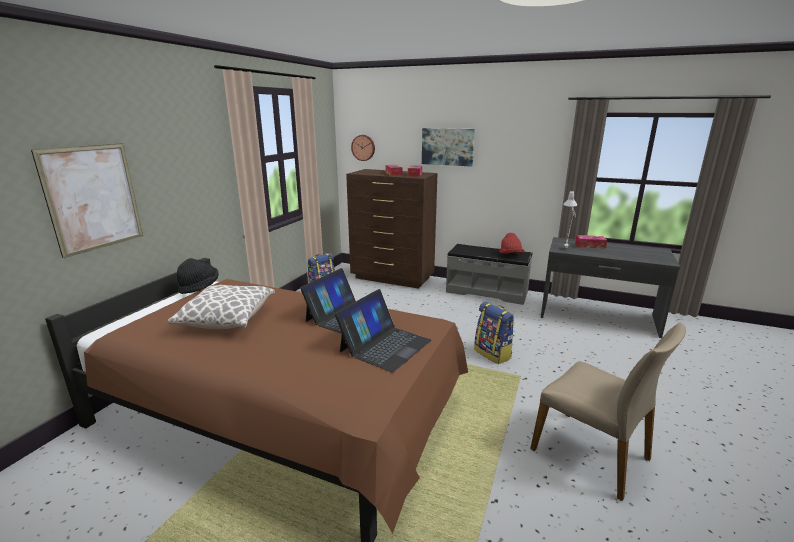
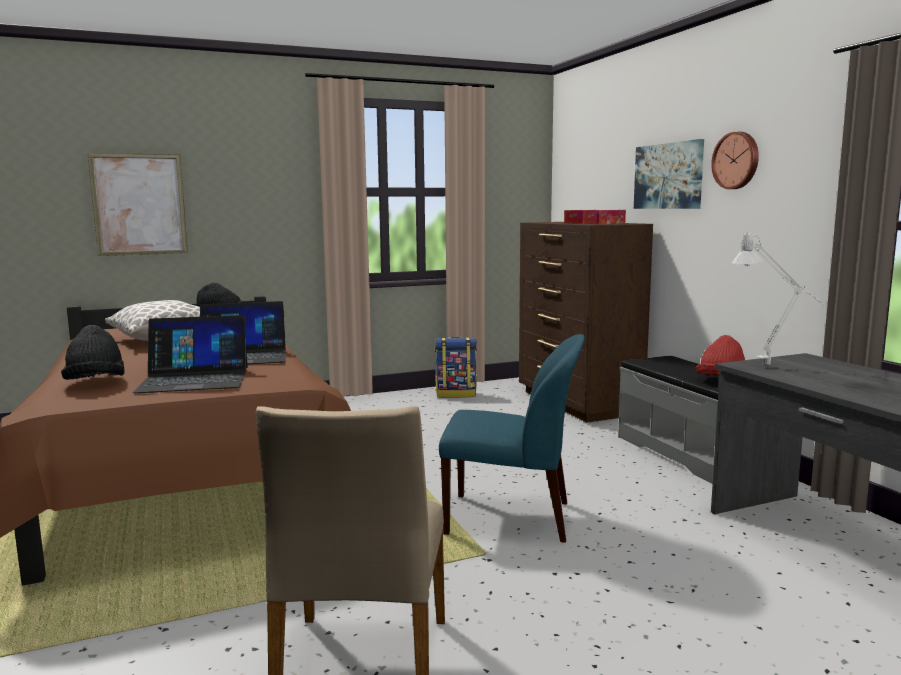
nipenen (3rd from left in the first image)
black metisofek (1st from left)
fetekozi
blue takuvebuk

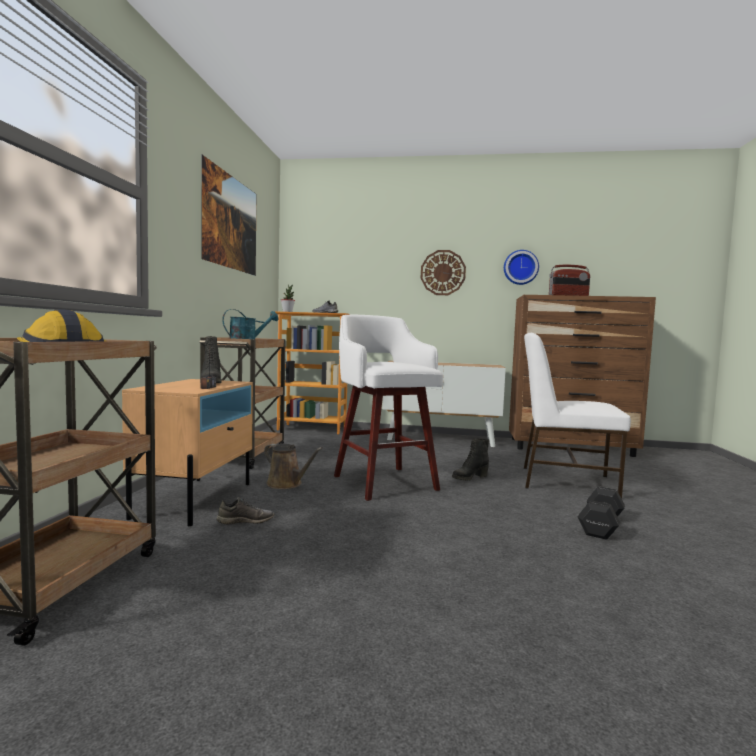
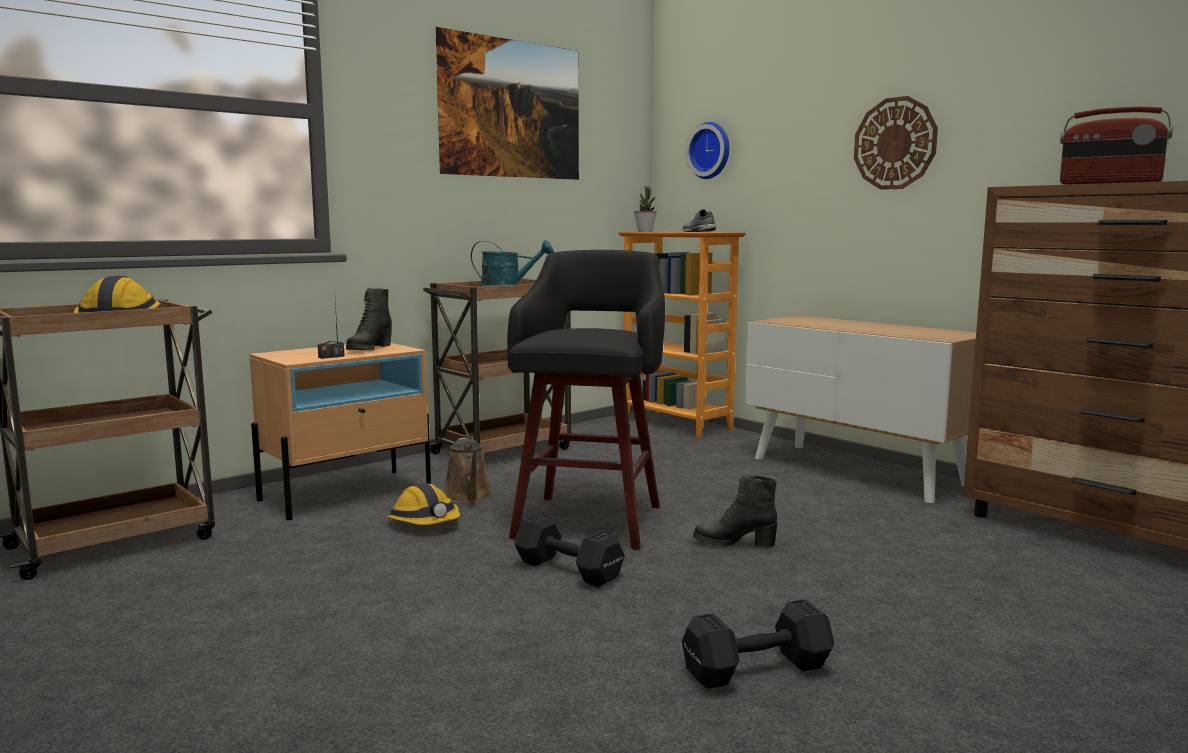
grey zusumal (1st from left in the first image)
white takuvebuk
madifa (2nd from left)
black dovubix (1st from left)
fetekozi (1st from left)
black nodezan

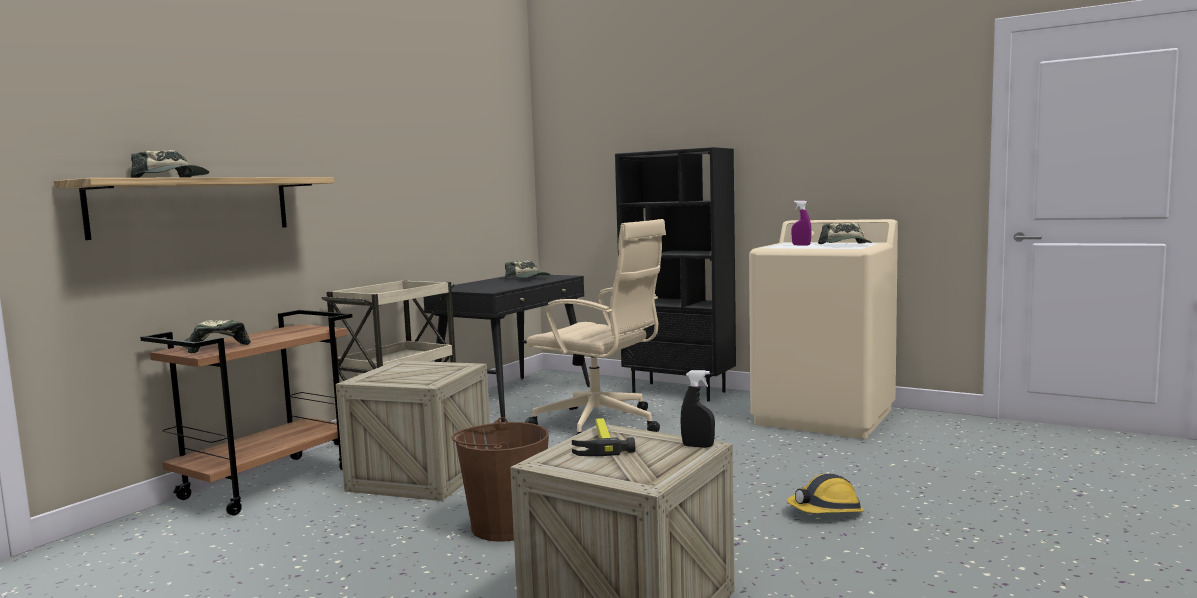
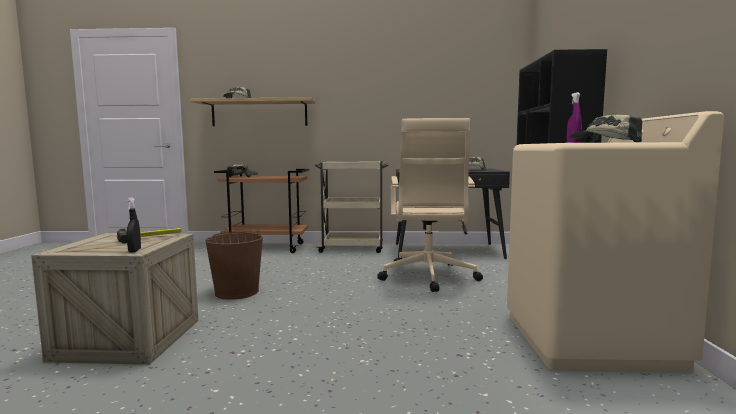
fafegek (1st from left in the first image)
madifa

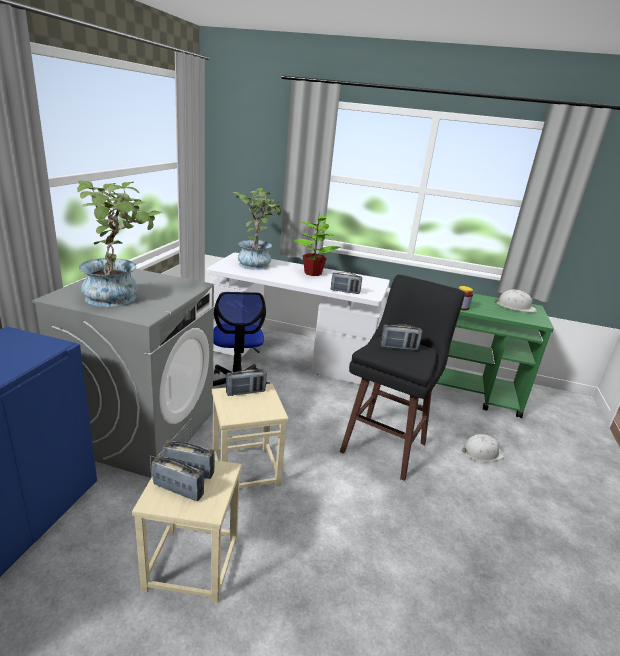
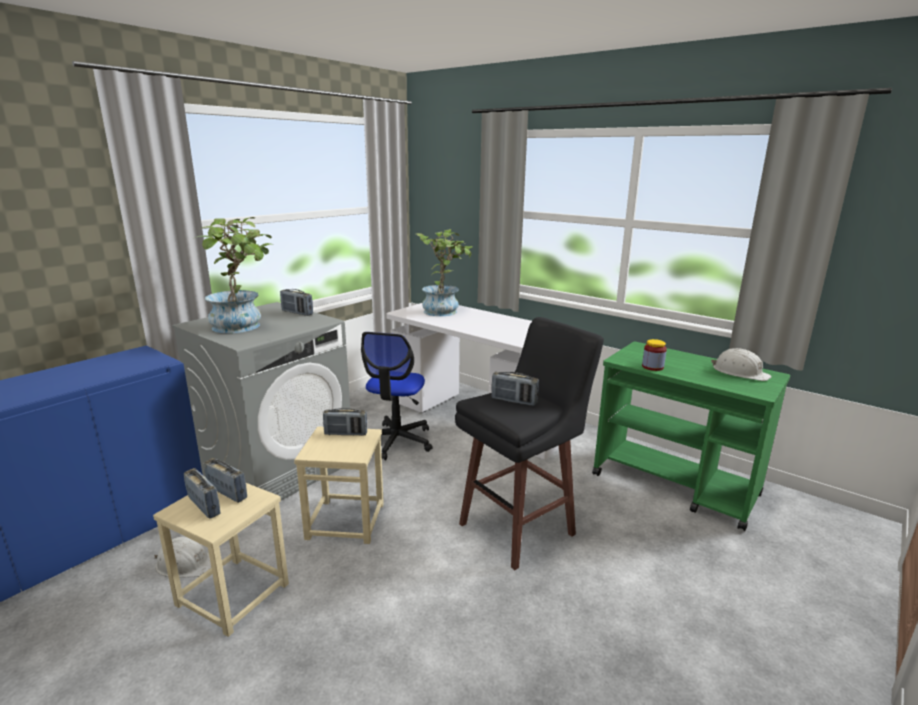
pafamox (3rd from left in the first image)
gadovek (3rd from left)
white madifa (1st from left)

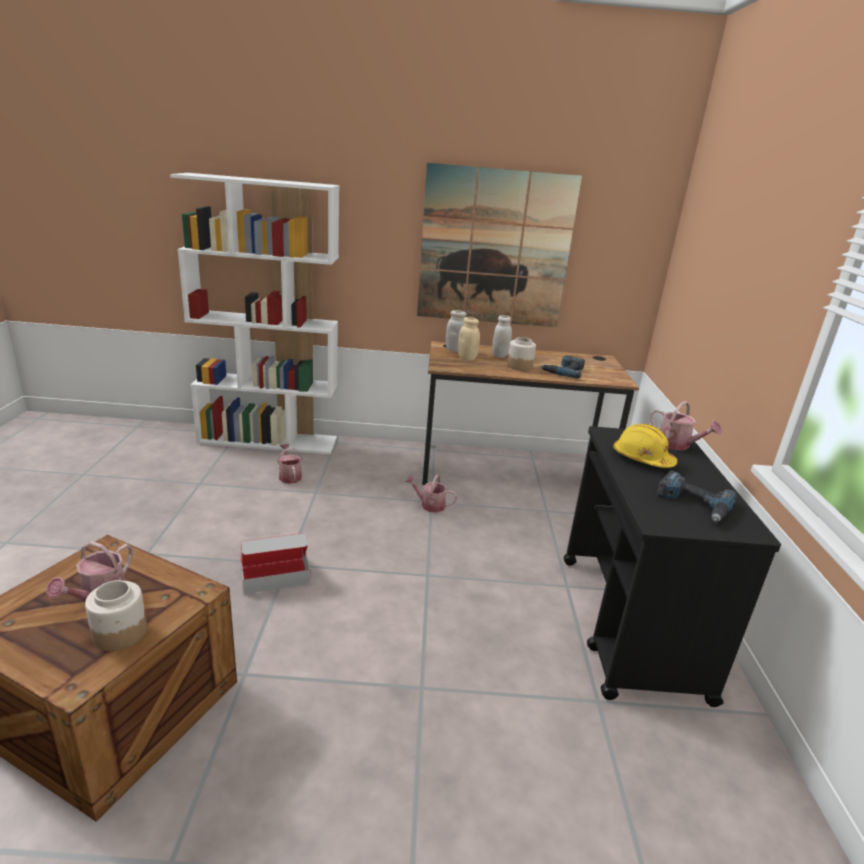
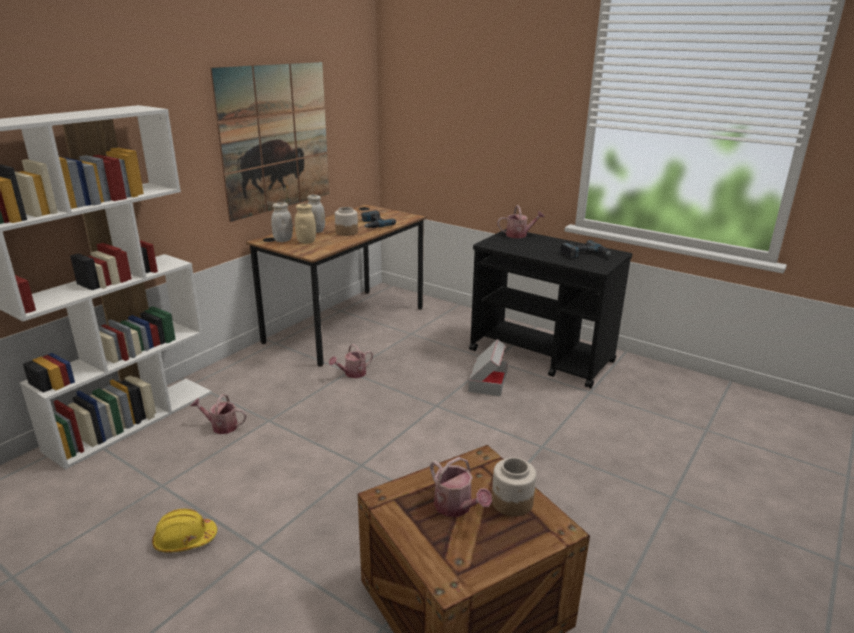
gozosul
yellow madifa

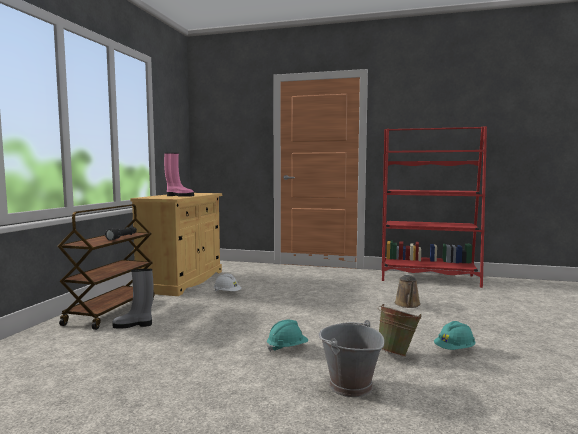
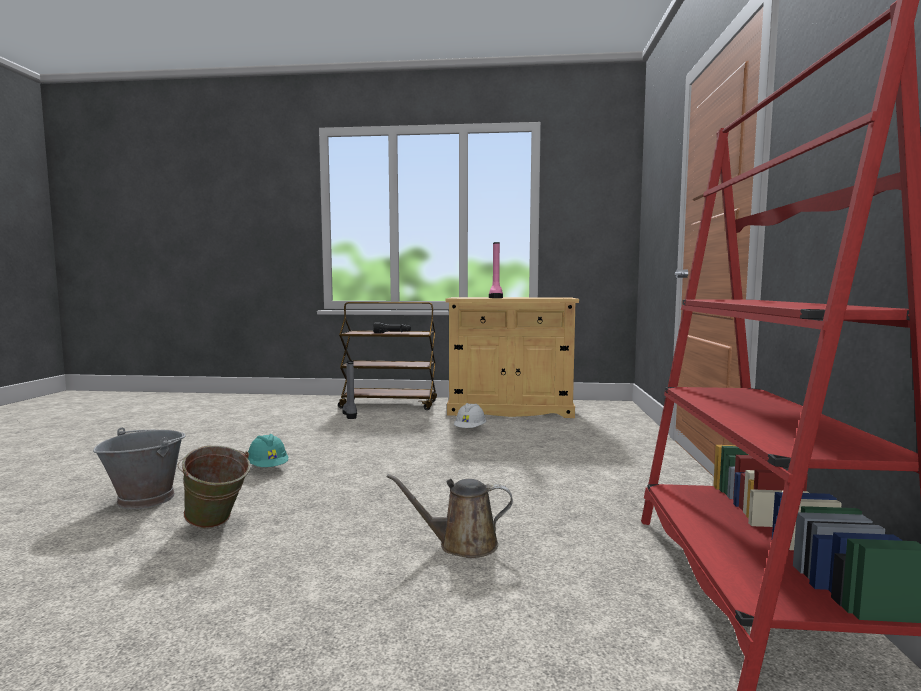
turquoise madifa (2nd from left in the first image)

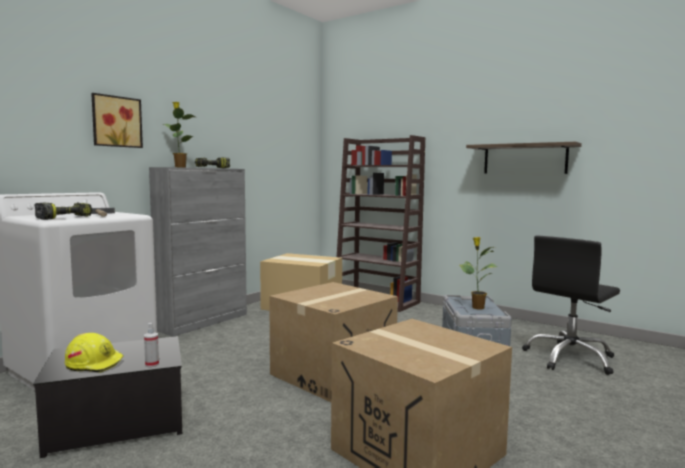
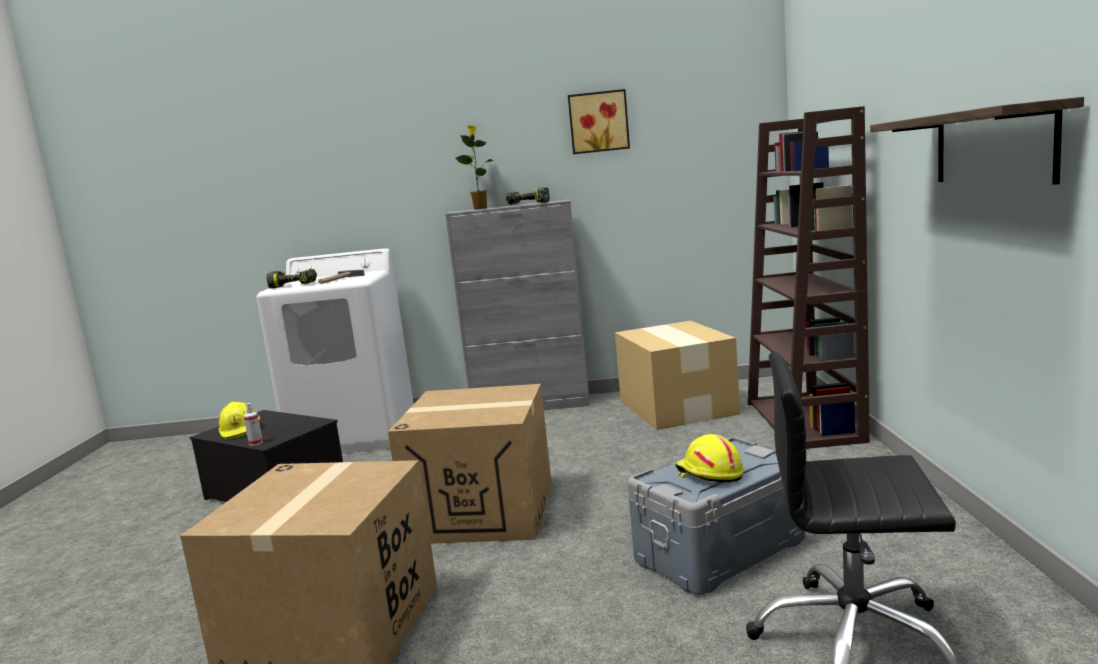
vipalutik
yellow madifa (2nd from left)

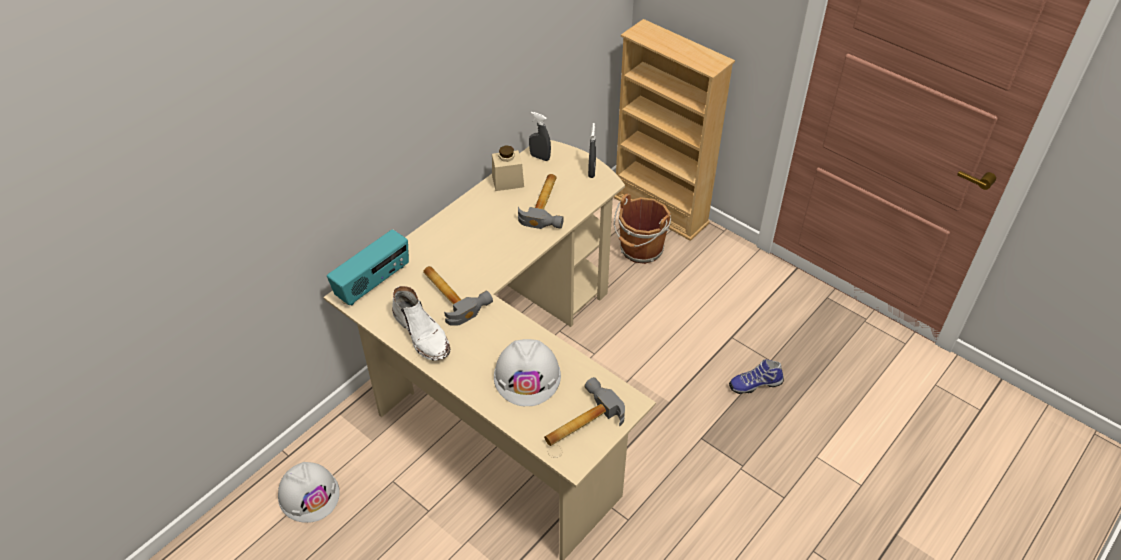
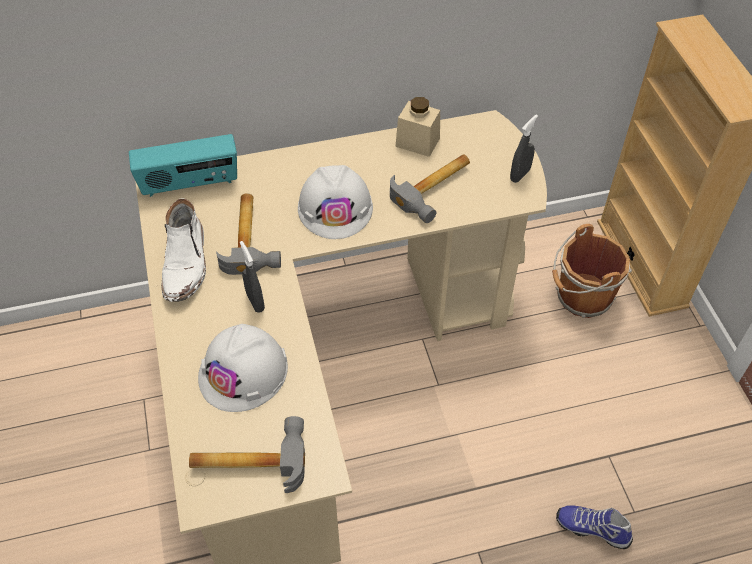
white madifa (2nd from left)
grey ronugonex (1st from left)

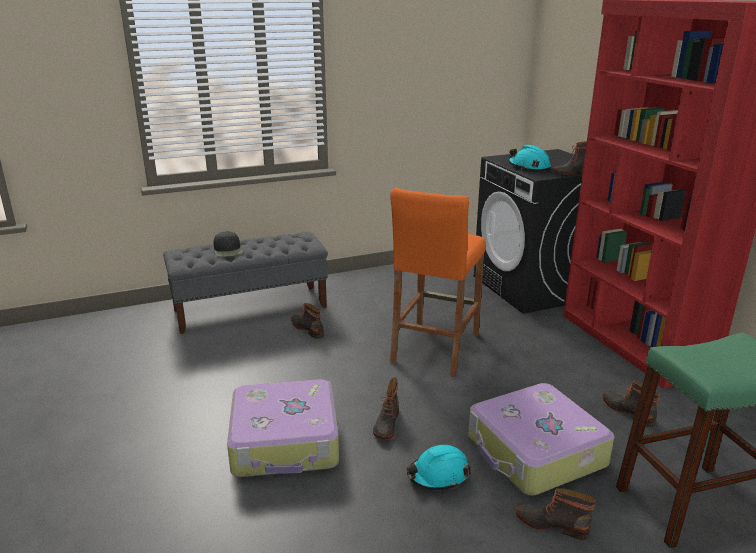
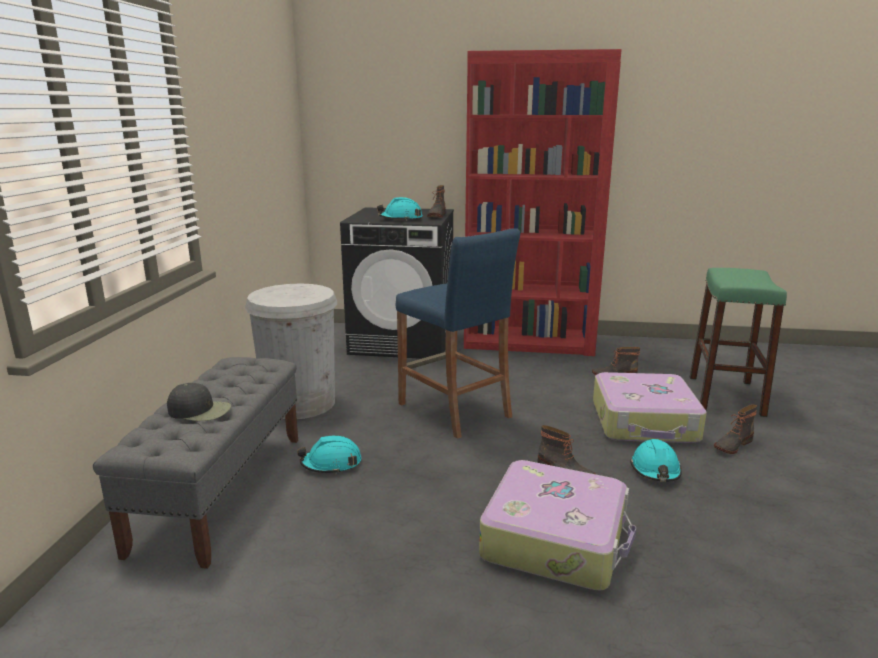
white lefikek
turquoise madifa (1st from left)
blue nodezan

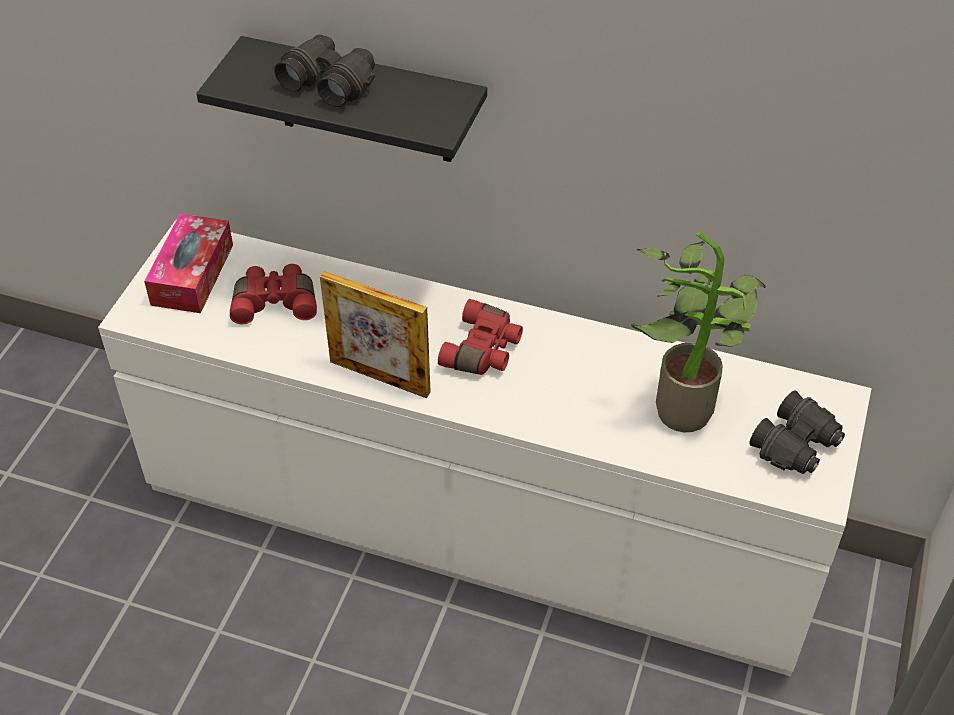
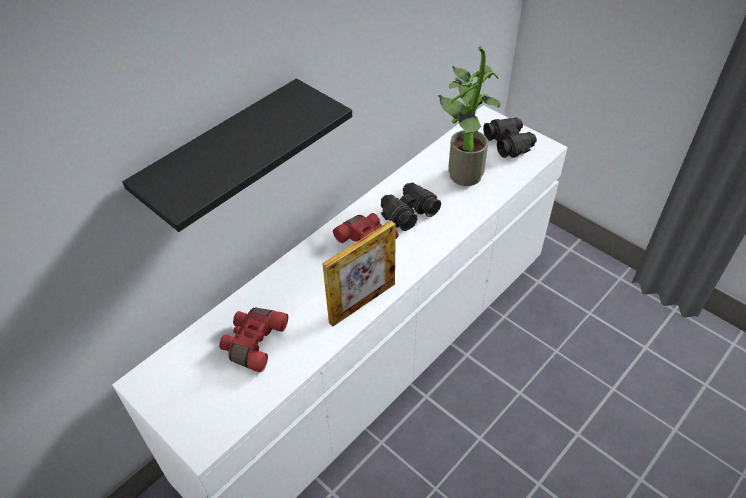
nipenen
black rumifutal (1st from left)

